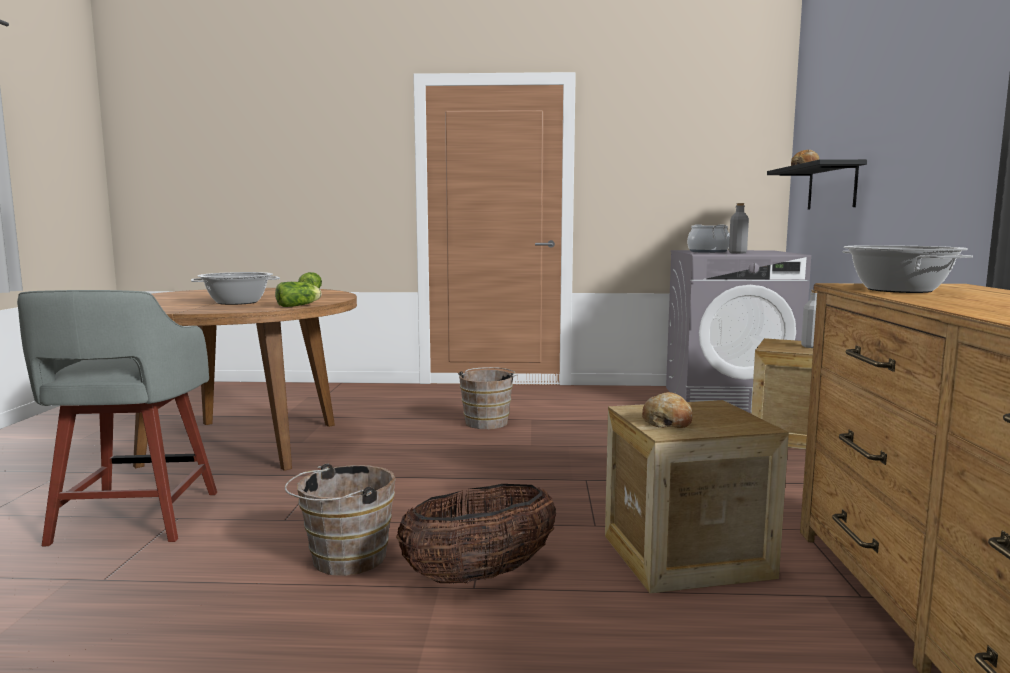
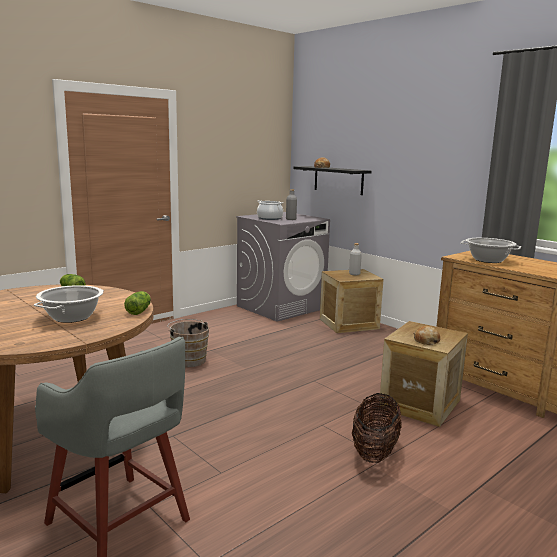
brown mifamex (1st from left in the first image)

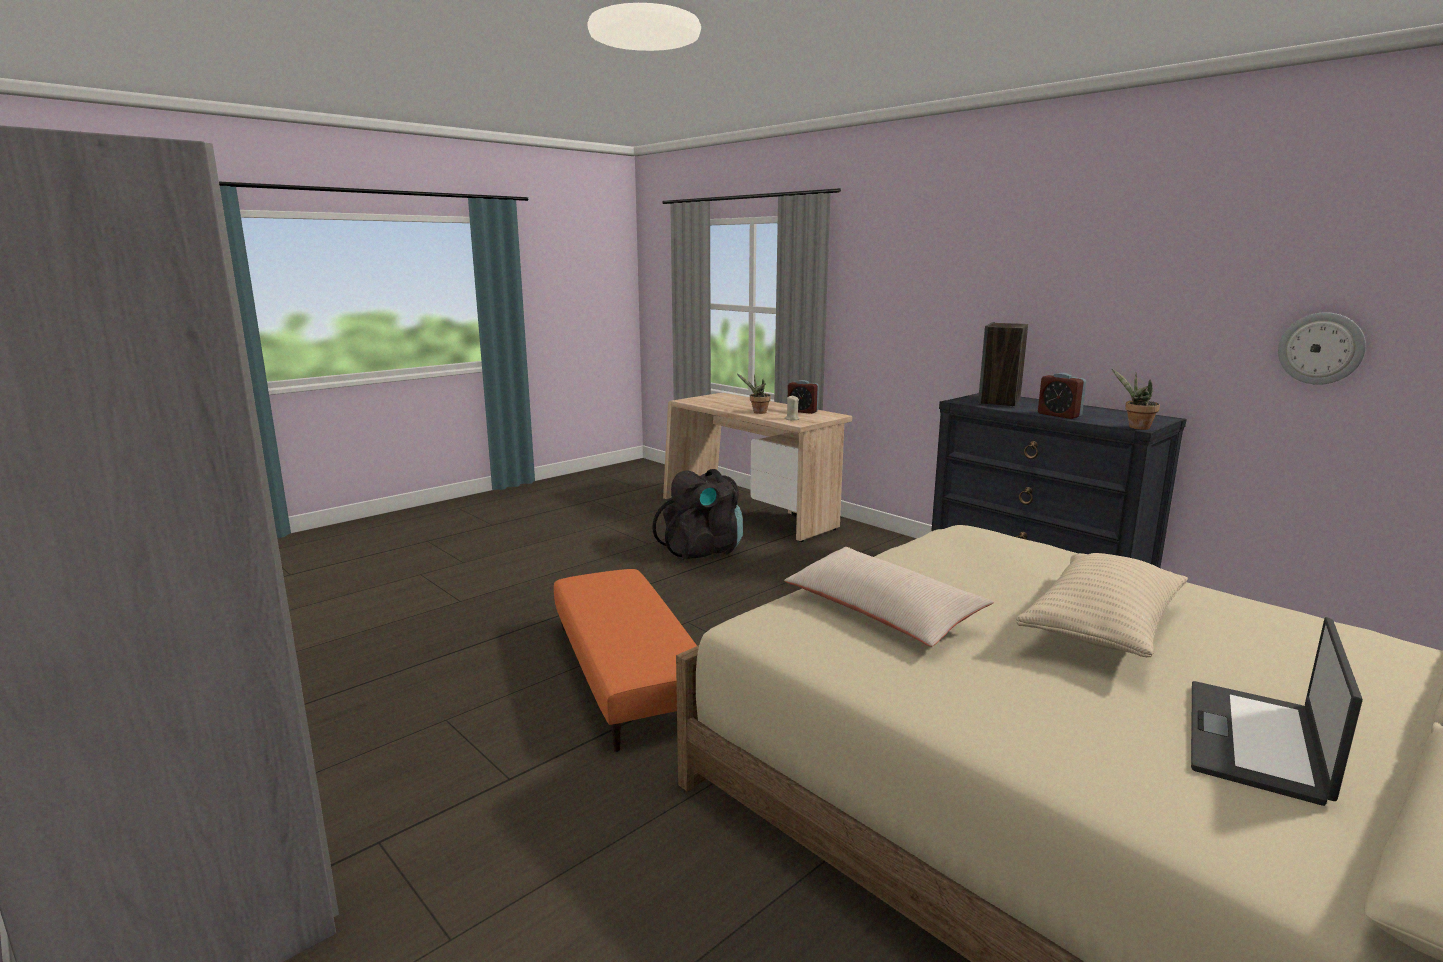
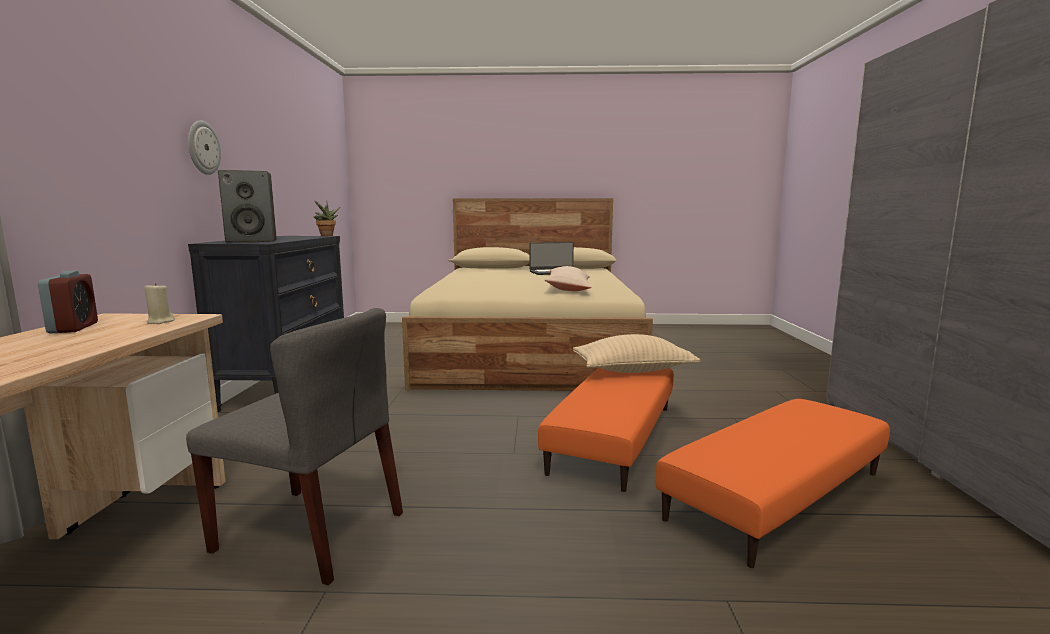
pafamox (1st from left in the first image)
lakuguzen (2nd from left in the first image)
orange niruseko (2nd from left)
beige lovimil (2nd from left)
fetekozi
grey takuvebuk

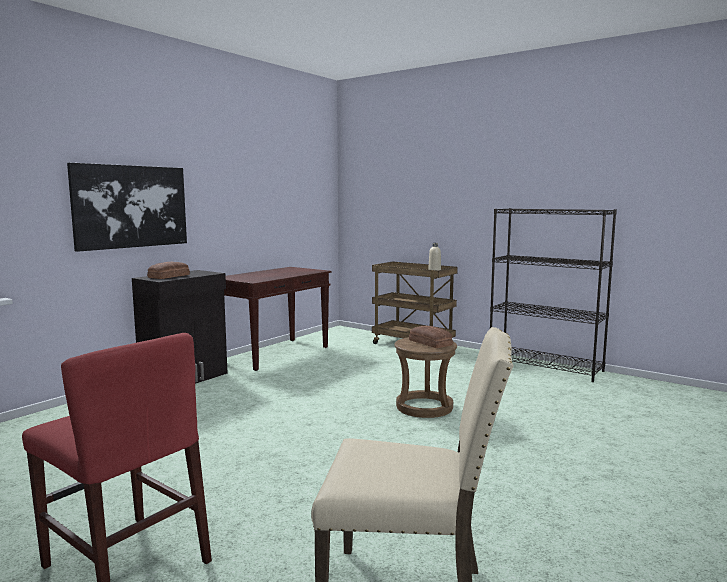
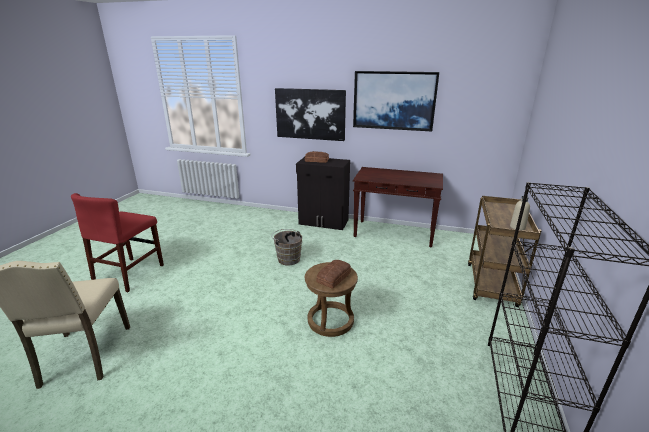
brown mifamex
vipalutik (2nd from left)

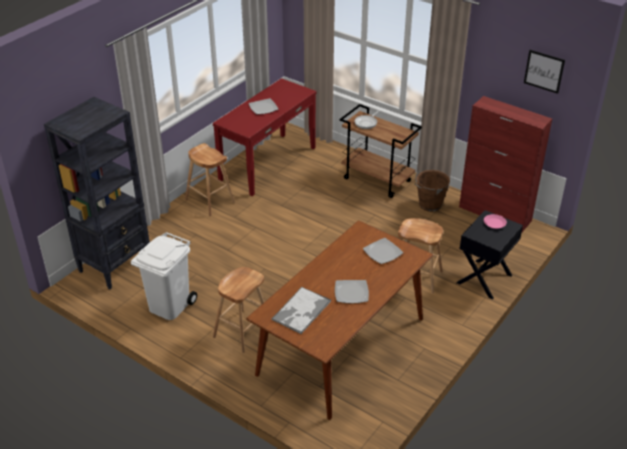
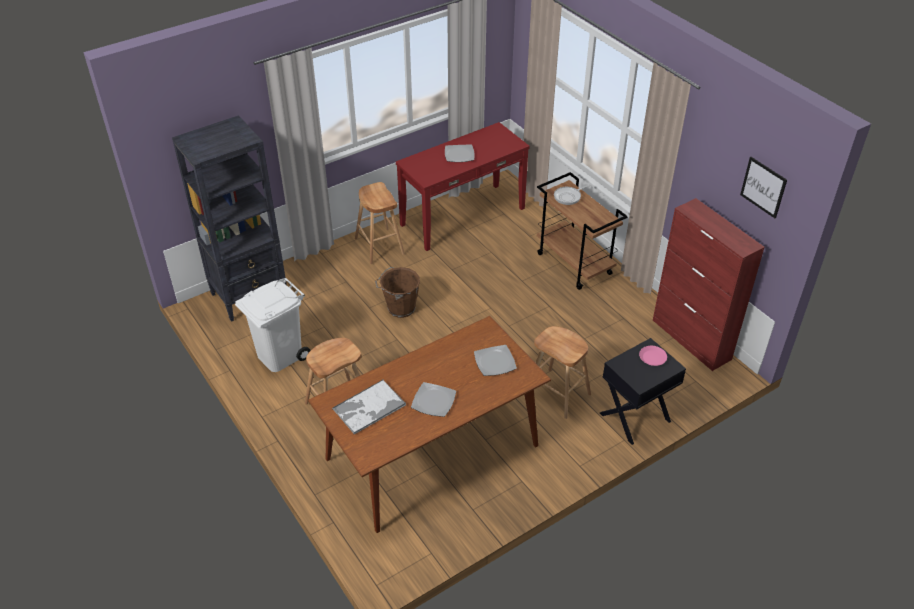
brown mifamex

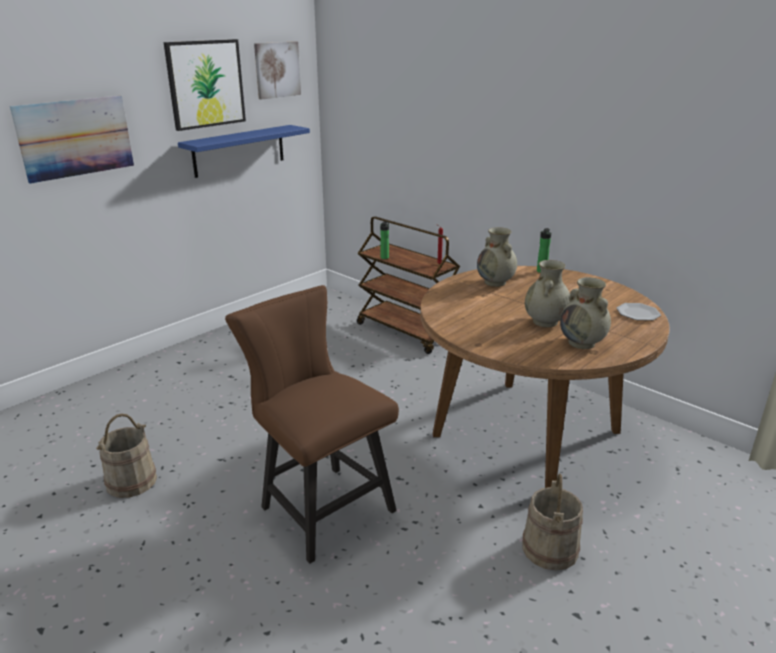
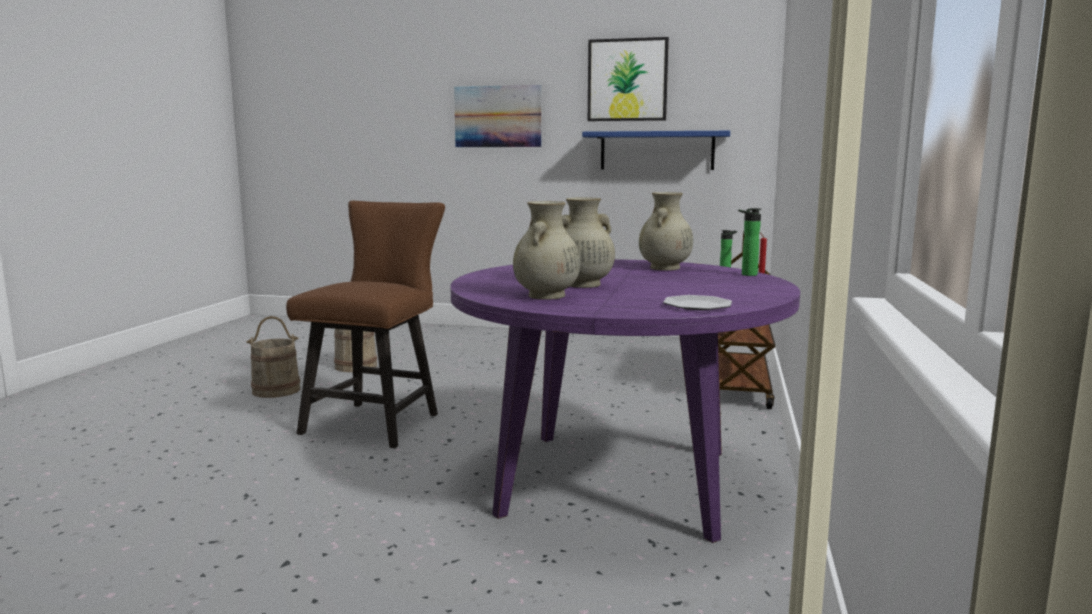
vipalutik (3rd from left in the first image)
beige mifamex (1st from left)
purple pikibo

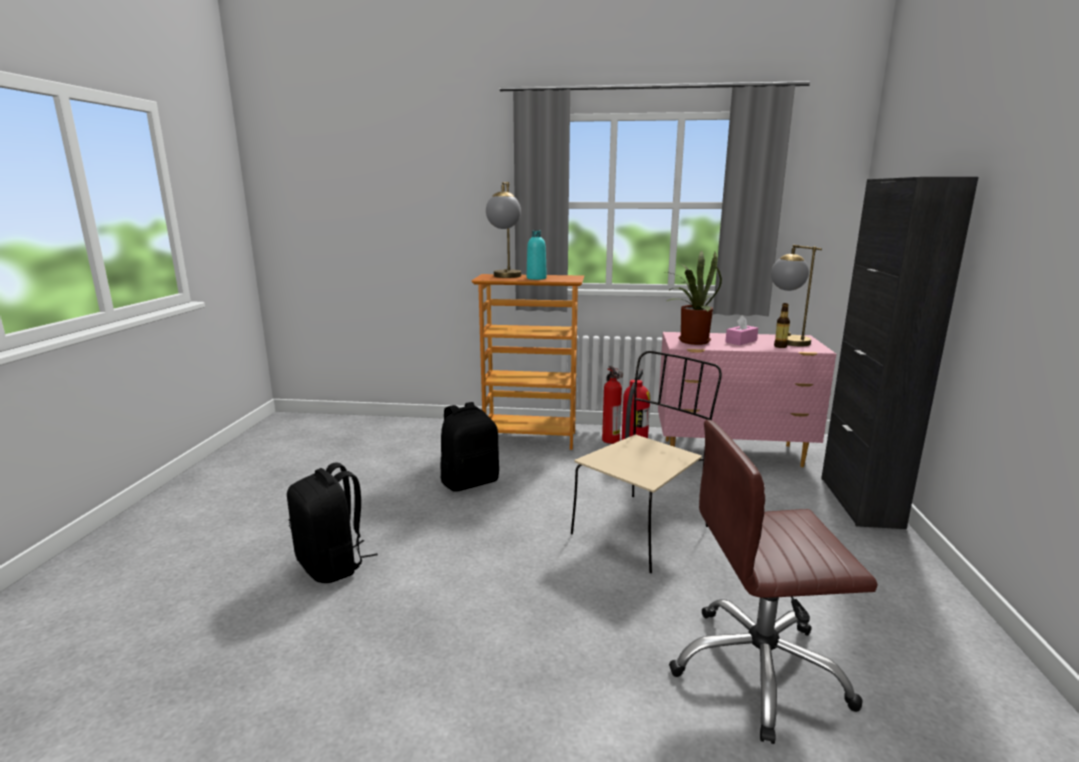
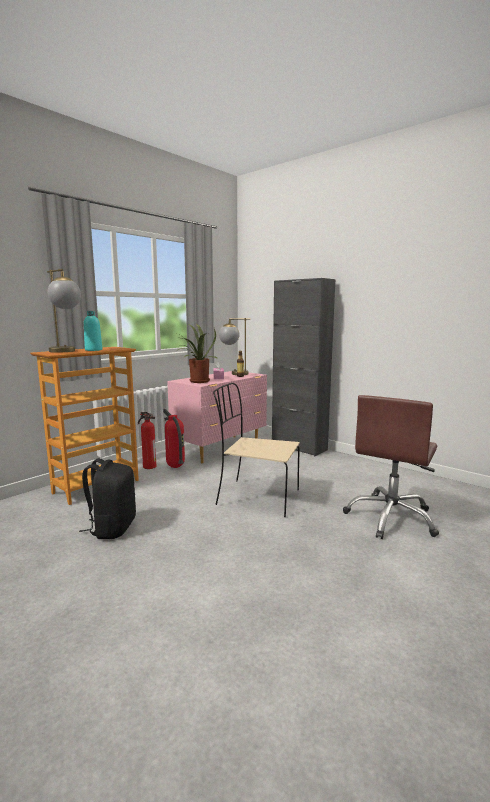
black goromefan (1st from left in the first image)
beige takuvebuk

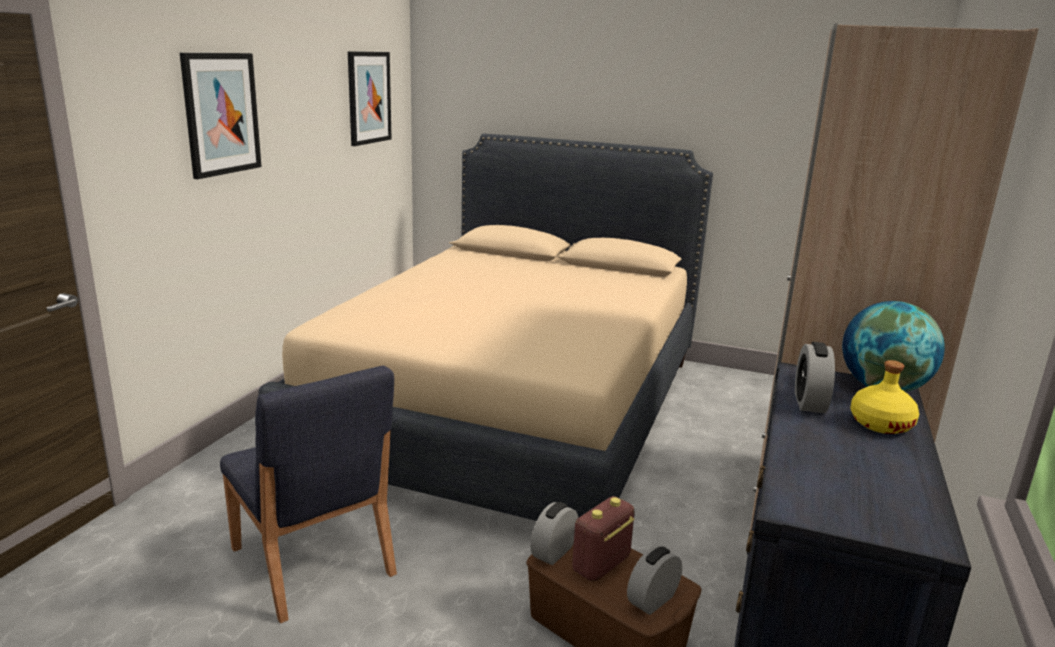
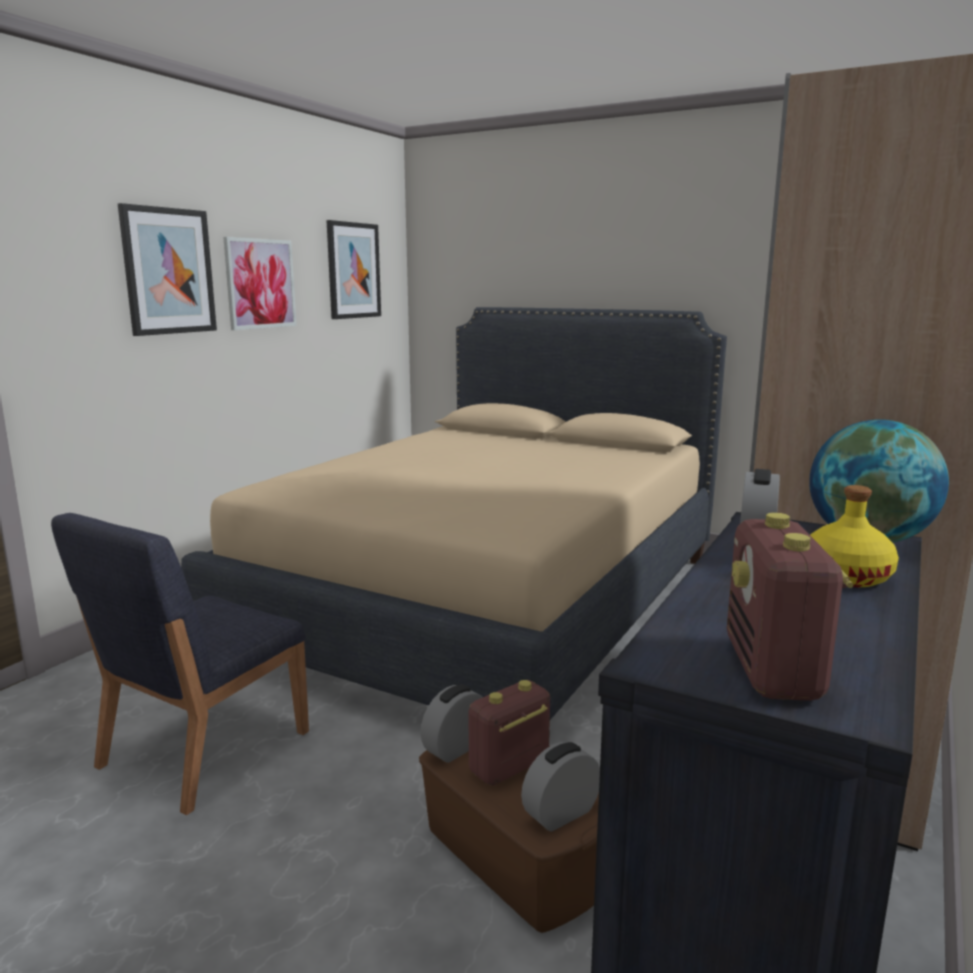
vipalutik (2nd from left)
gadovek (2nd from left)
blue takuvebuk

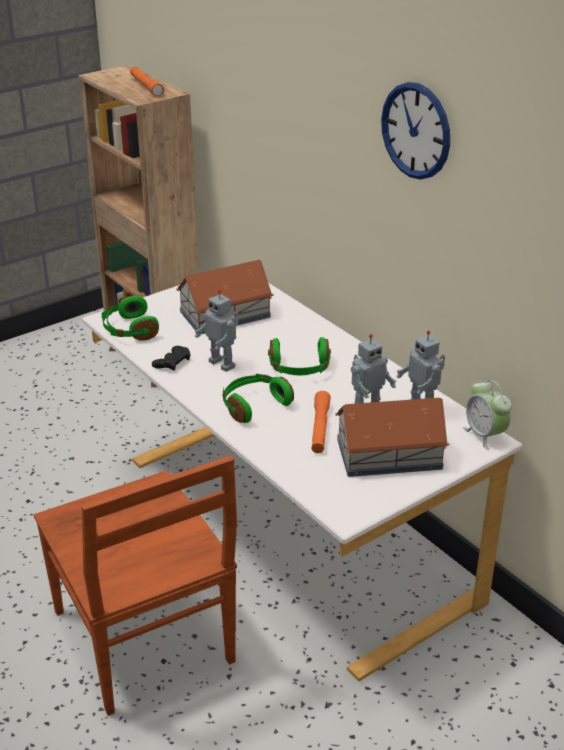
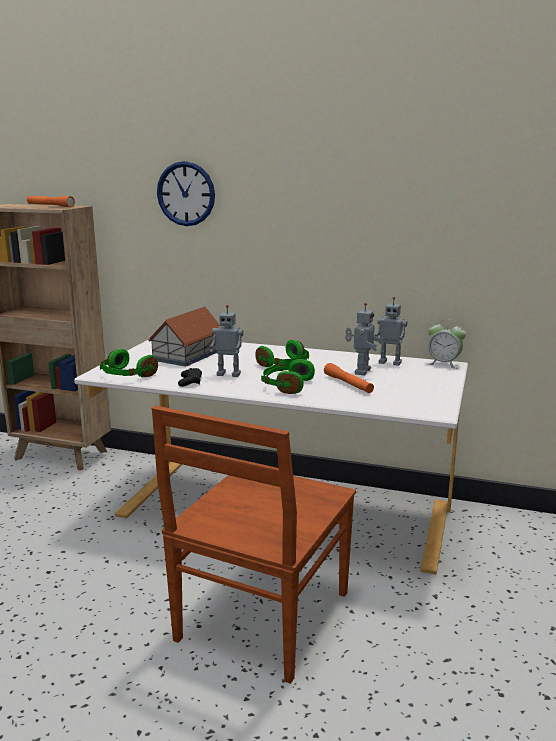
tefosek (2nd from left in the first image)
fetekozi
brown takuvebuk

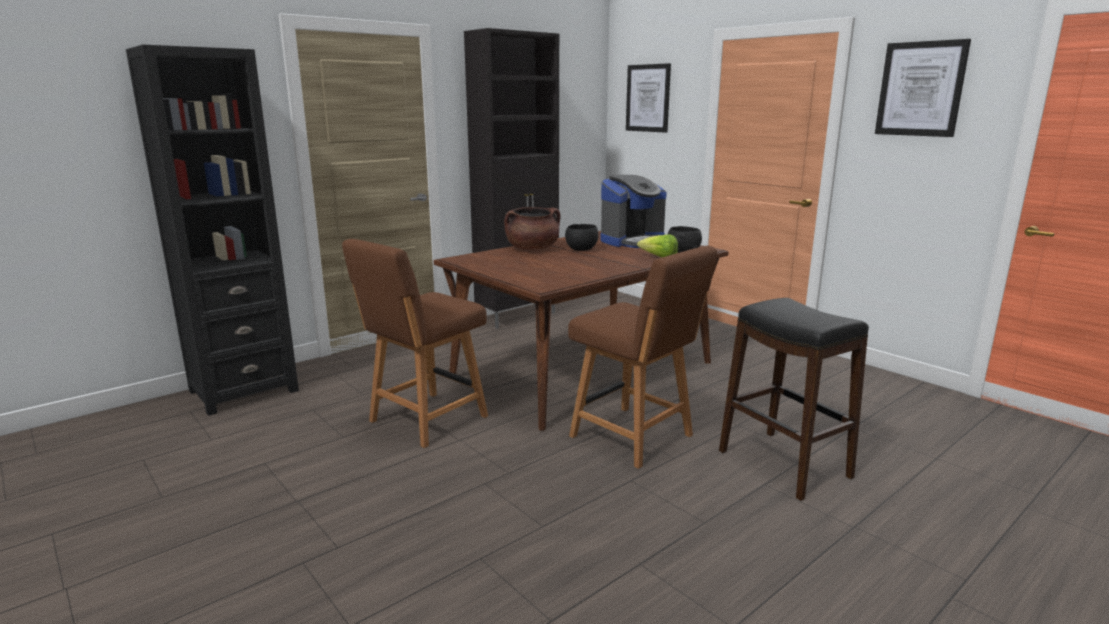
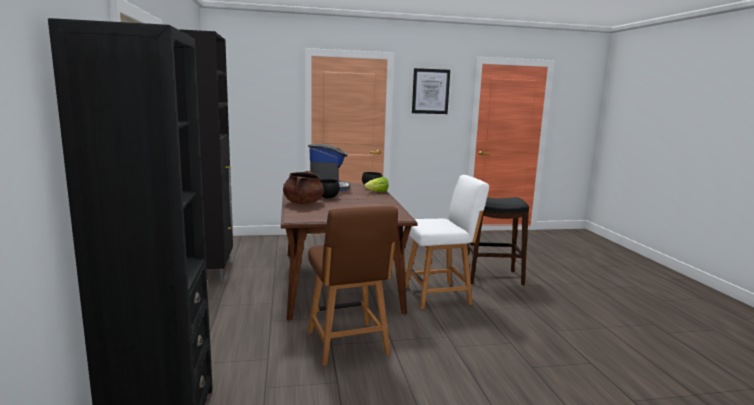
vipalutik (1st from left in the first image)
white takuvebuk

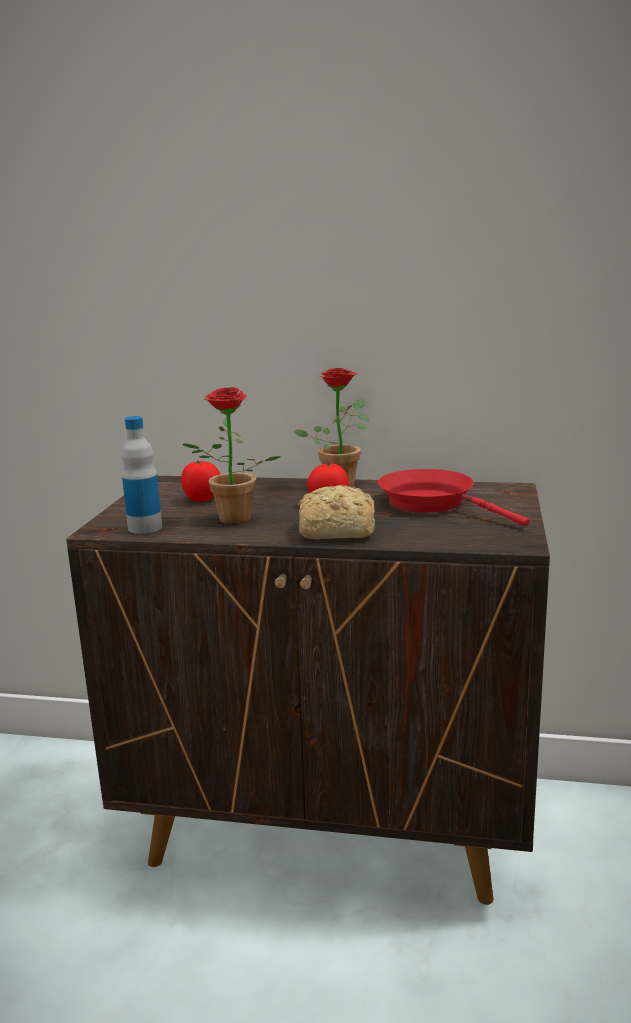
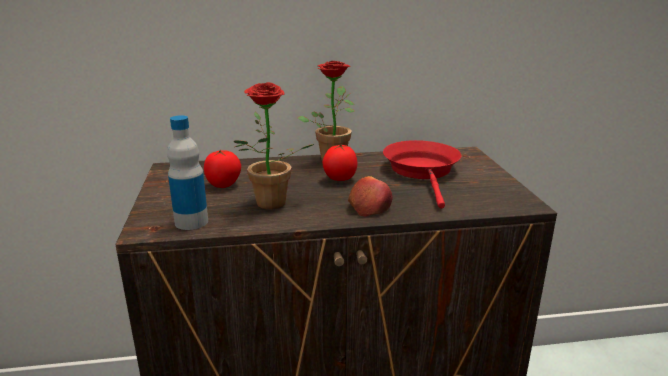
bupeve
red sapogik

